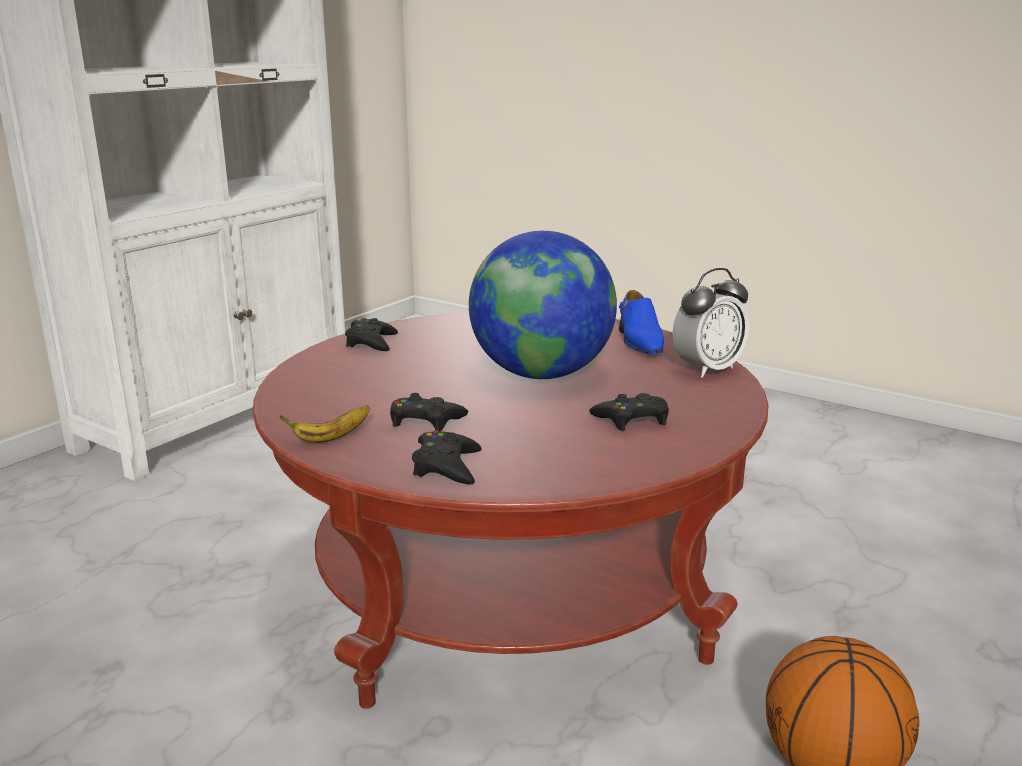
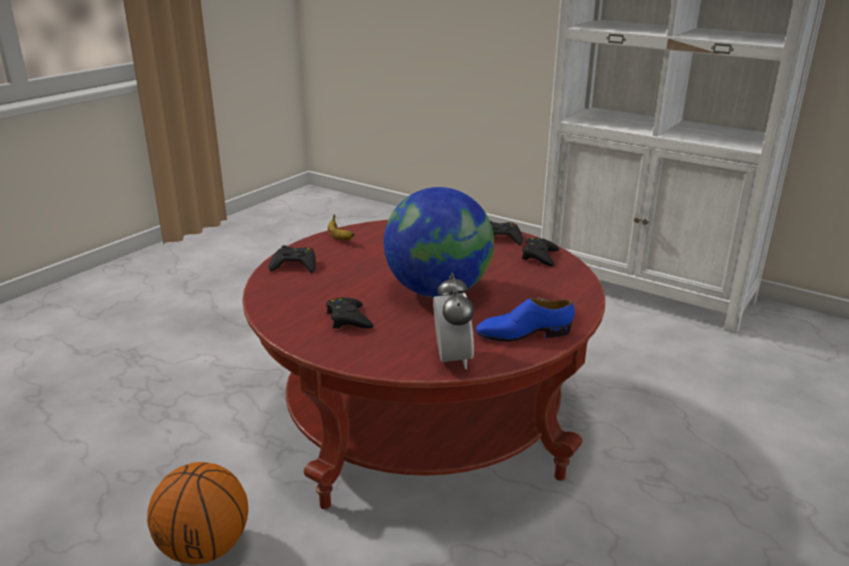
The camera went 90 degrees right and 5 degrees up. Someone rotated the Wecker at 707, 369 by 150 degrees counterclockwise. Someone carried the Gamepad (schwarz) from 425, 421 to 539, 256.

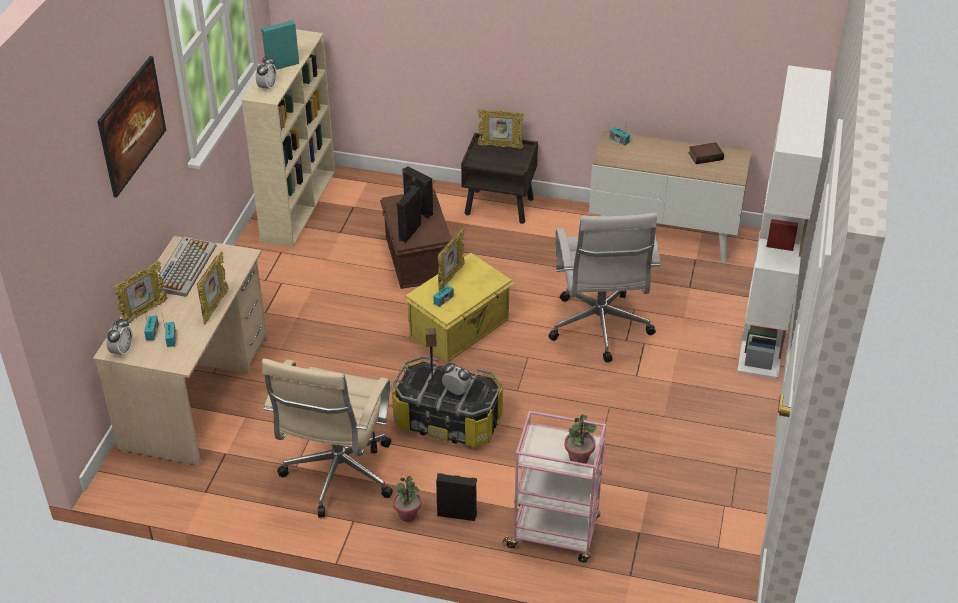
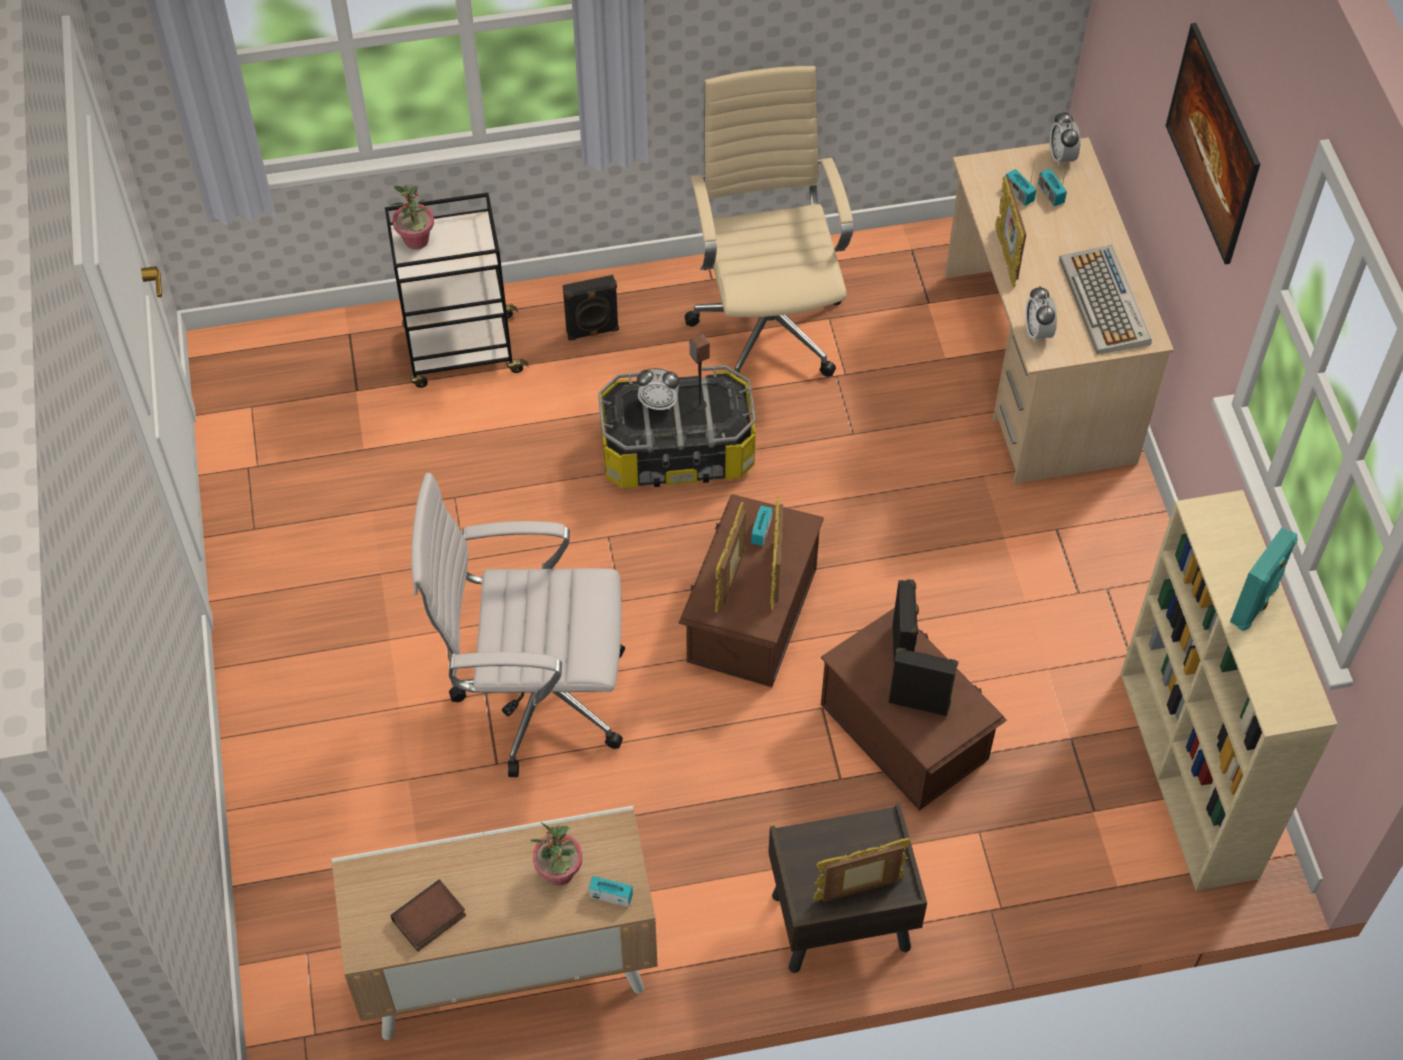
The camera went 155 degrees right and 15 degrees up. Someone repainted the Rollwagen (rosa) at 554, 533, which became the Rollwagen (schwarz) at 461, 351. Someone rotated the Bürostuhl (weiß) at 600, 329 by 60 degrees counterclockwise. Someone carried the Topfpflanze from 407, 515 to 559, 872. Someone repainted the Aufbewahrungsbox (gelb) at 461, 328, which became the Aufbewahrungsbox (braun) at 749, 615. Someone carried the Bilderrahmen from 144, 313 to 730, 580. Someone carried the Wecker from 267, 87 to 1038, 332. Someone took away the Bücherregal (weiß) at 764, 328.

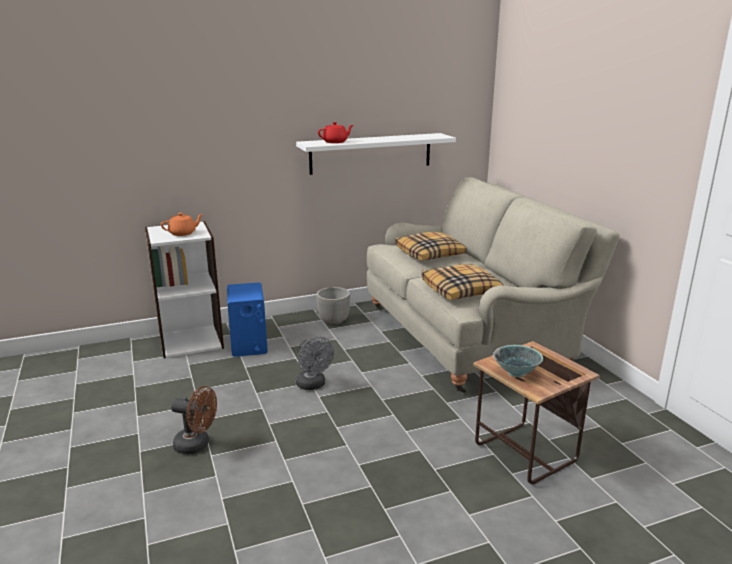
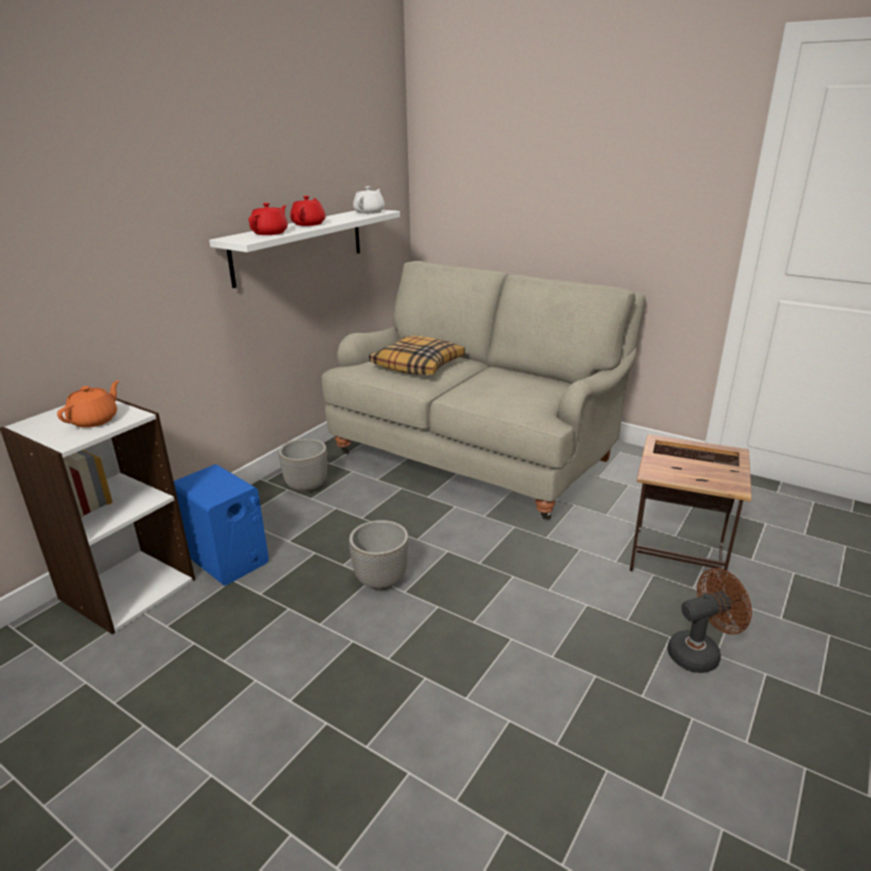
The camera went 35 degrees left and 5 degrees up. Someone put down the Teekanne (rot) at 309, 224. Someone swapped the Ventilator (grau) at 313, 385 for the Pflanzkübel at 381, 580. Someone put down the Teekanne (weiß) at 369, 212. Someone carried the Ventilator (braun) from 197, 445 to 700, 652. Someone took away the Kissen at 461, 290. Someone took away the Schüssel at 516, 373.

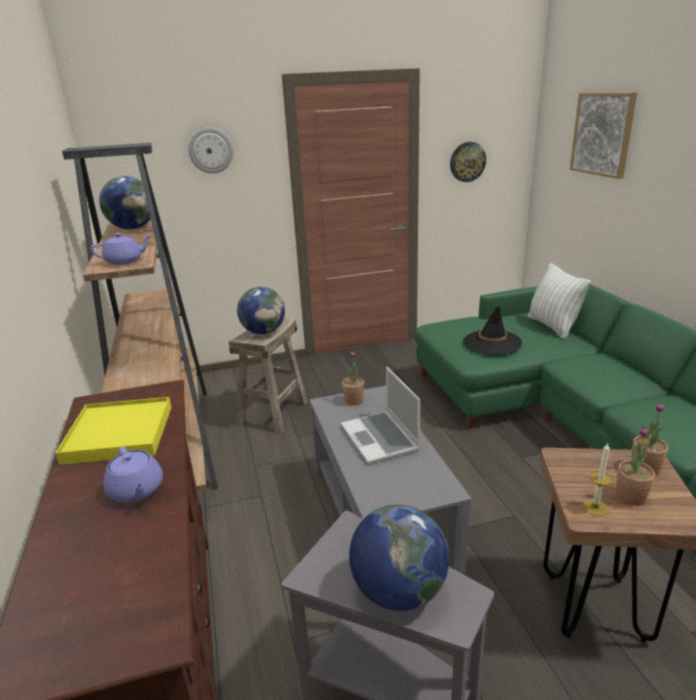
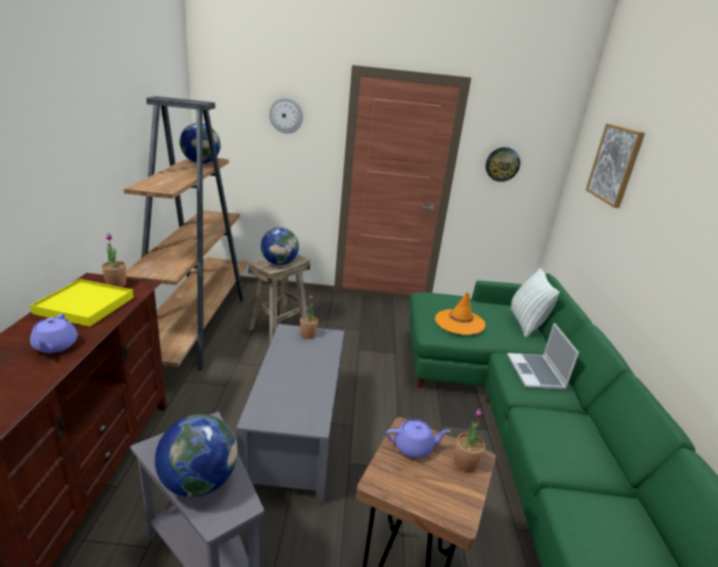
The camera went 15 degrees right and 0 degrees up. Someone carried the Topfpflanze from 630, 497 to 116, 284. Someone carried the Teekanne (lila) from 125, 261 to 414, 447. Someone repainted the Hut (schwarz) at 492, 343, which became the Hut (orange) at 459, 322. Someone carried the Laptop from 381, 439 to 536, 373. Someone took away the Kerze at 595, 507.

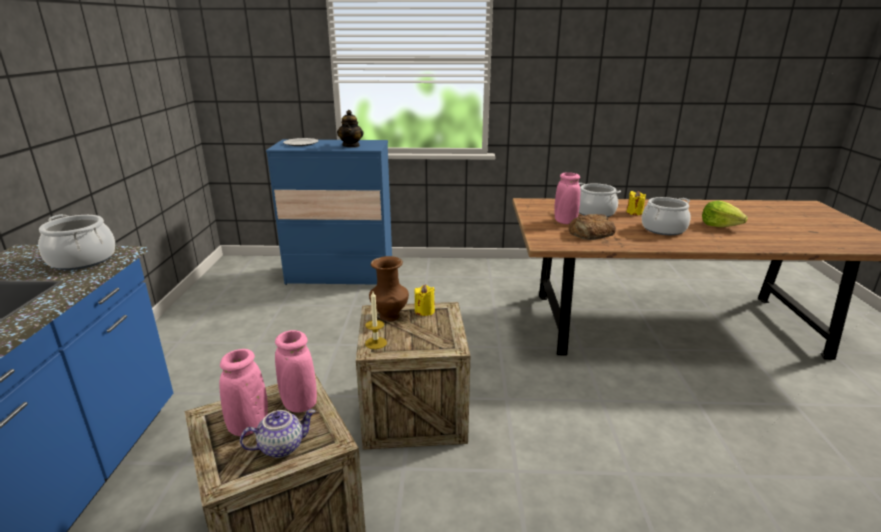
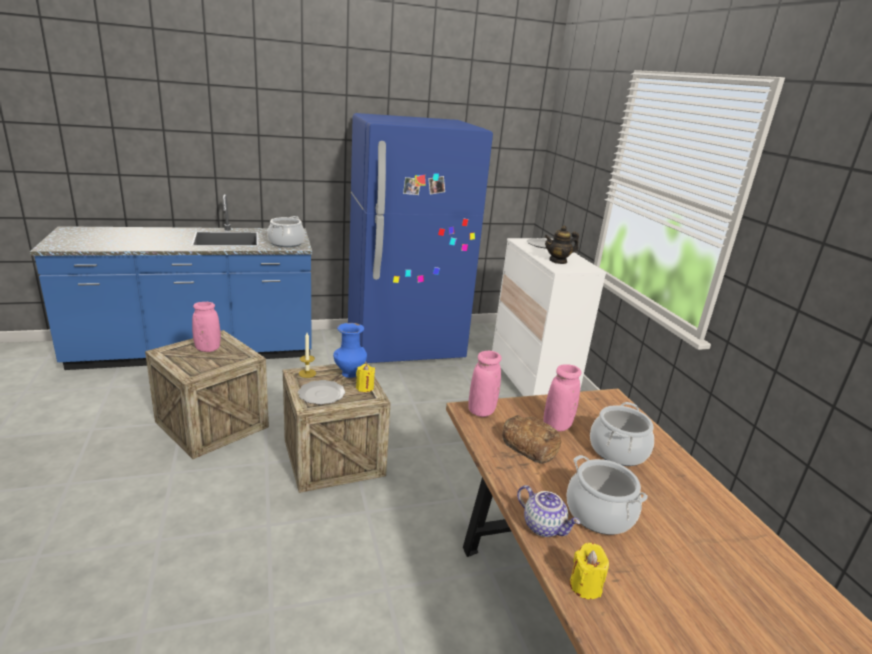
The camera went 70 degrees right and 0 degrees up. Someone put down the Teller at 322, 394. Someone repainted the Vase (braun) at 390, 317, which became the Vase (blau) at 349, 374. Someone put down the Kühlschrank (blau) at 404, 346. Someone carried the Vase (rosa) from 299, 404 to 481, 411. Someone repainted the Kommode (blau) at 340, 275, which became the Kommode (weiß) at 531, 380. Someone carried the Teekanne from 282, 446 to 544, 526. Someone carried the Kerze (gelb) from 634, 213 to 585, 586. Someone took away the Salatkopf at 720, 225.

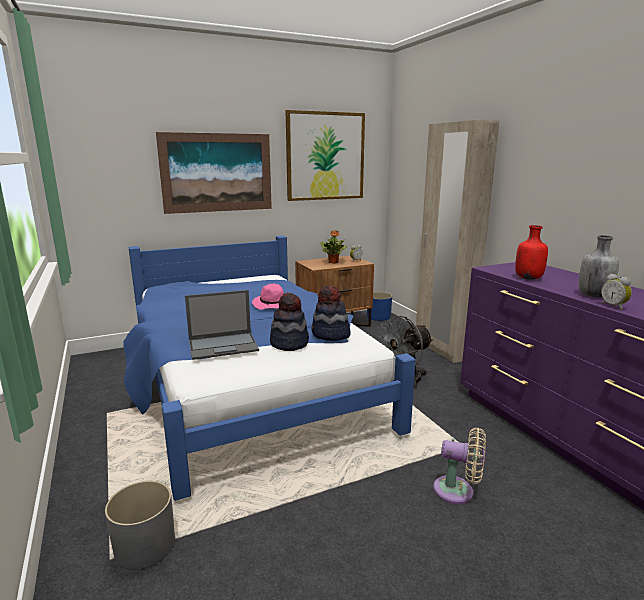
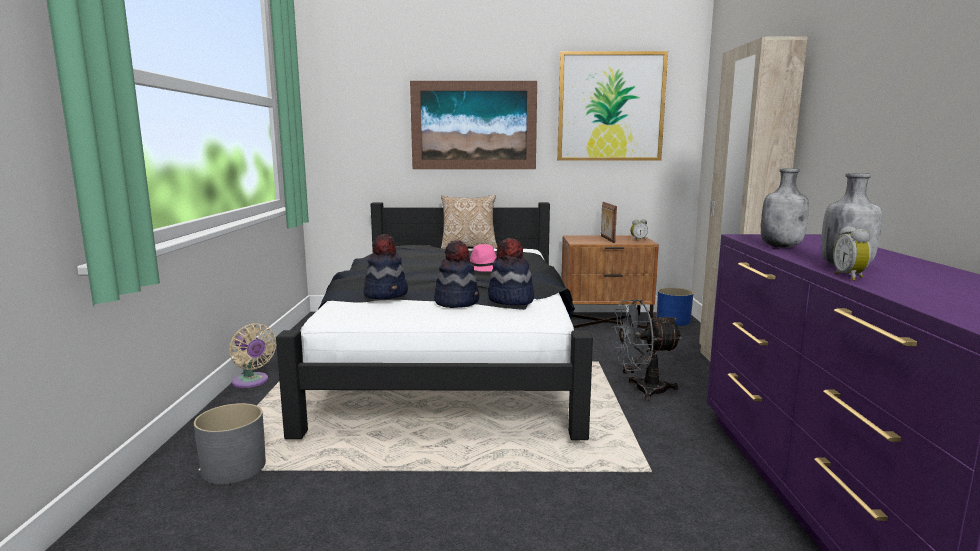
The camera went 25 degrees right and 5 degrees down. Someone carried the Ventilator (beige) from 458, 491 to 252, 382. Someone repainted the Bett (blau) at 248, 384, which became the Bett (schwarz) at 451, 361. Someone swapped the Laptop at 224, 345 for the Hut at 386, 294. Someone put down the Kissen at 469, 247. Someone swapped the Topfpflanze at 333, 262 for the Bilderrahmen at 607, 239. Someone repainted the Flasche (rot) at 528, 278, which became the Flasche (grau) at 781, 247.

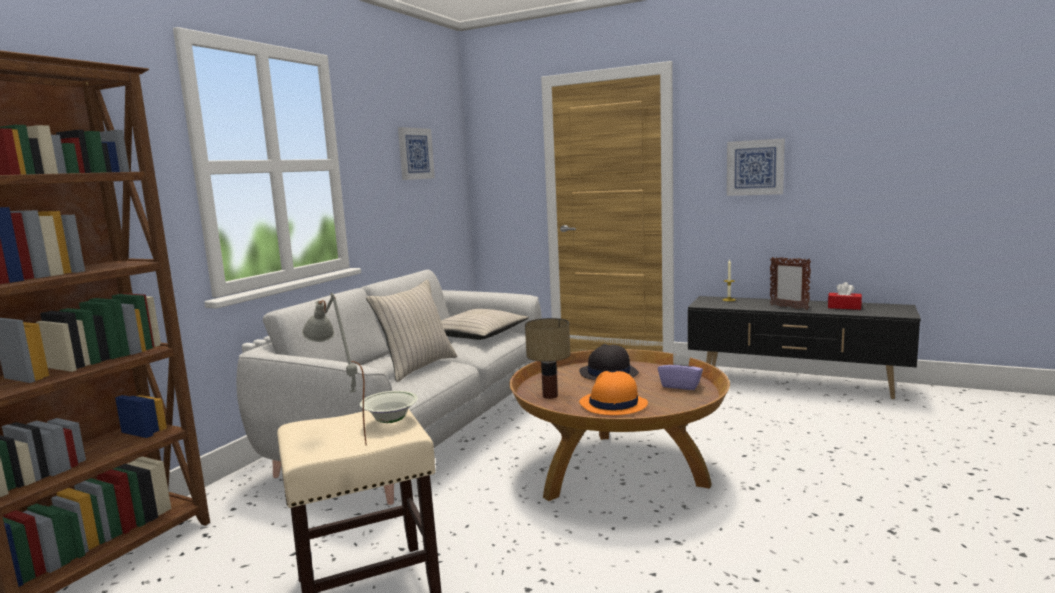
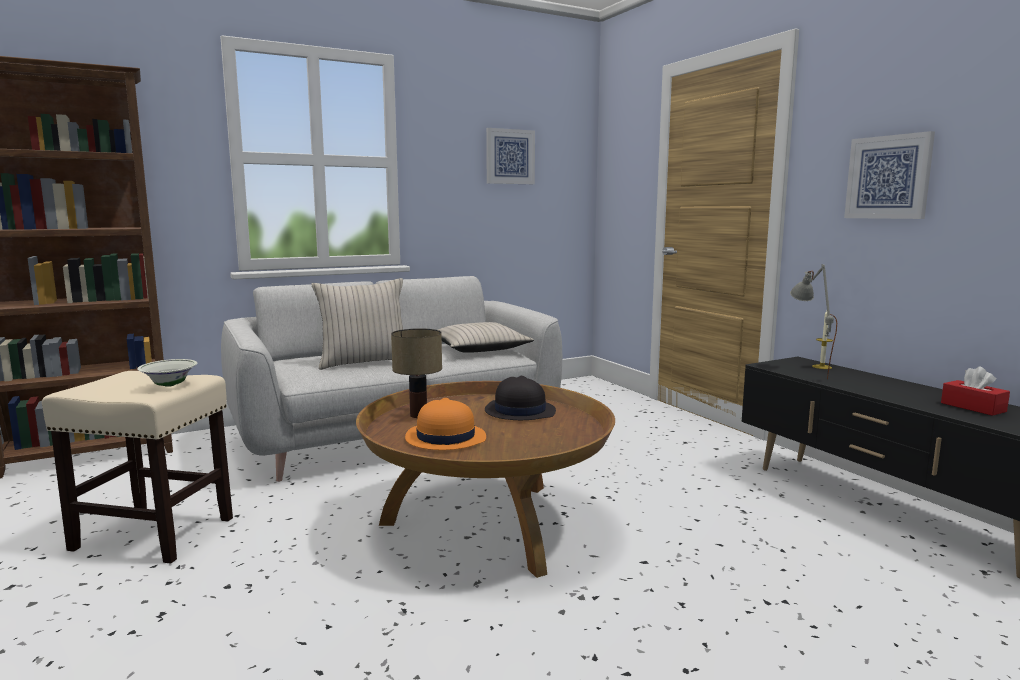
The camera went 35 degrees right and 0 degrees up. Someone carried the Tischlampe (grau) from 341, 438 to 806, 373. Someone took away the Taschentuchbox (lila) at 680, 386. Someone took away the Bilderrahmen at 788, 307.

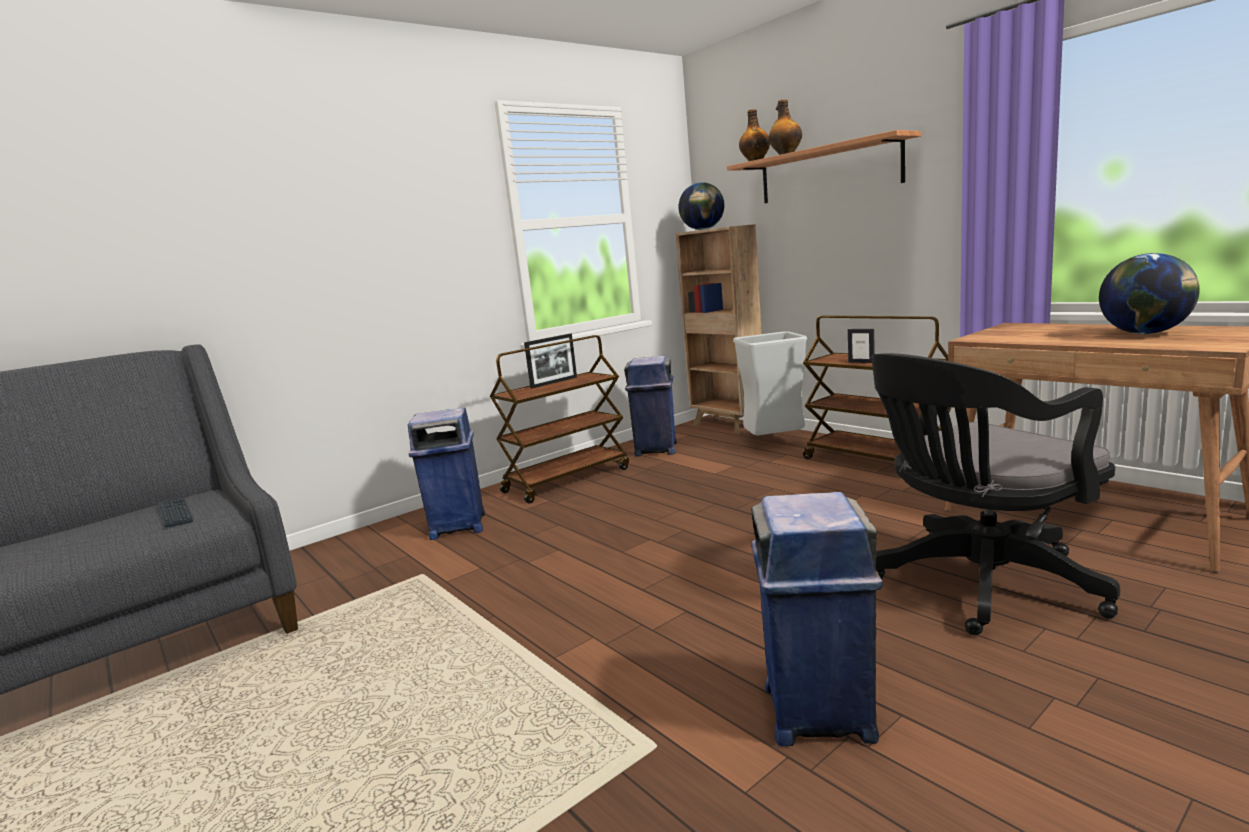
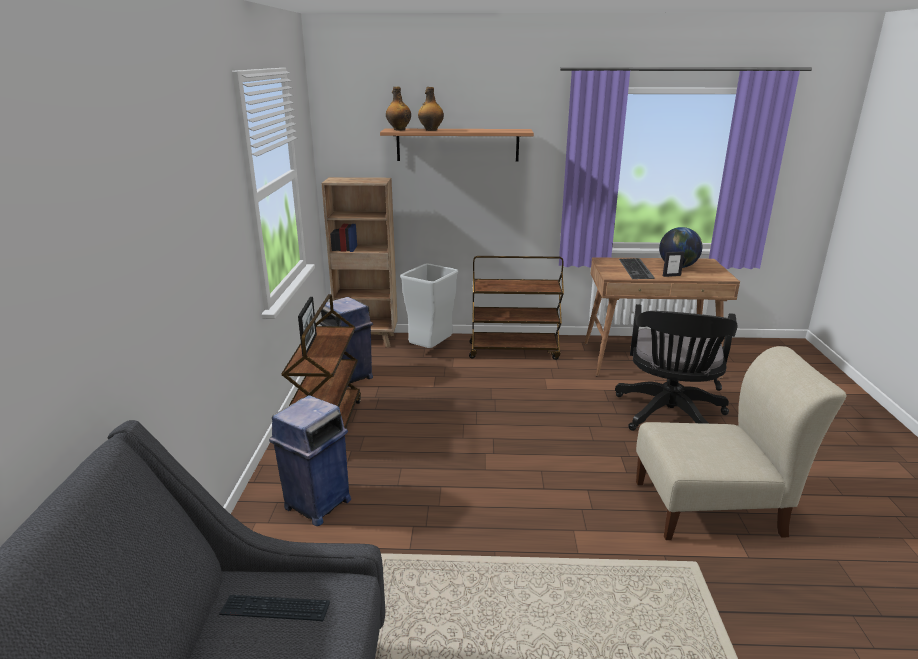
The camera went 50 degrees left and 10 degrees up. Someone put down the Tastatur at 637, 269. Someone swapped the Mülleimer (blau) at 818, 711 for the Stuhl (beige) at 714, 508. Someone carried the Bilderrahmen from 861, 362 to 671, 275. Someone took away the Globus at 703, 229.

